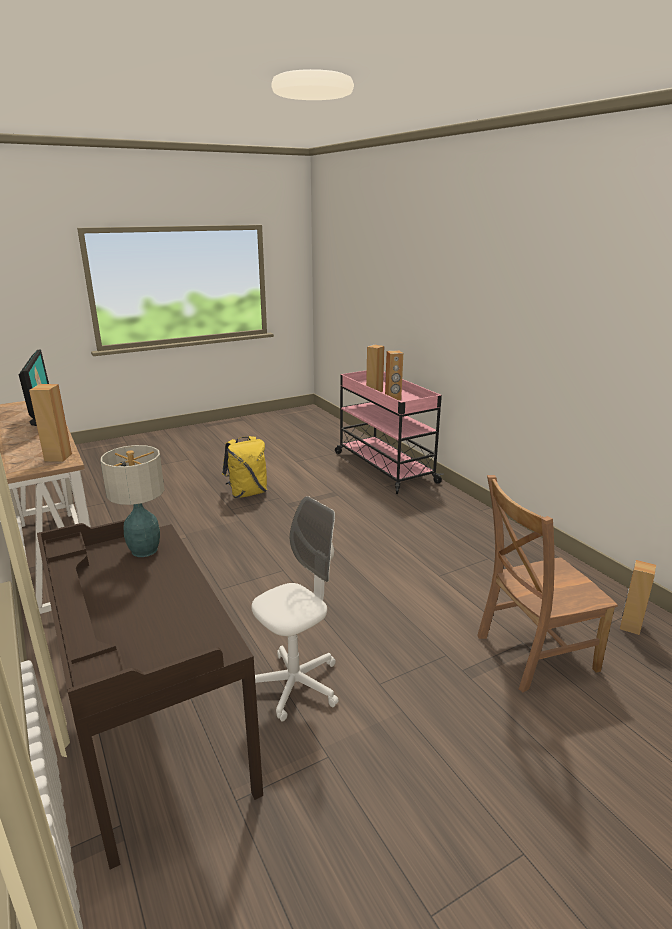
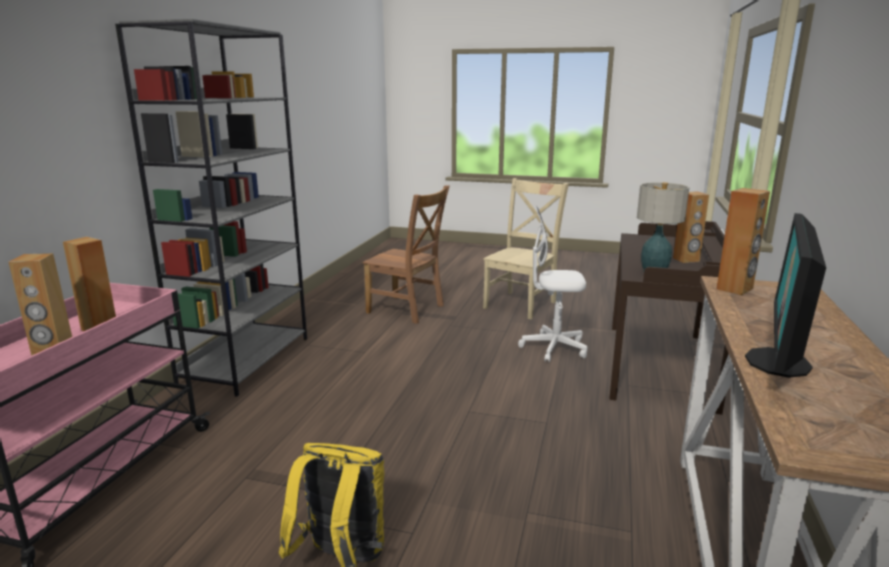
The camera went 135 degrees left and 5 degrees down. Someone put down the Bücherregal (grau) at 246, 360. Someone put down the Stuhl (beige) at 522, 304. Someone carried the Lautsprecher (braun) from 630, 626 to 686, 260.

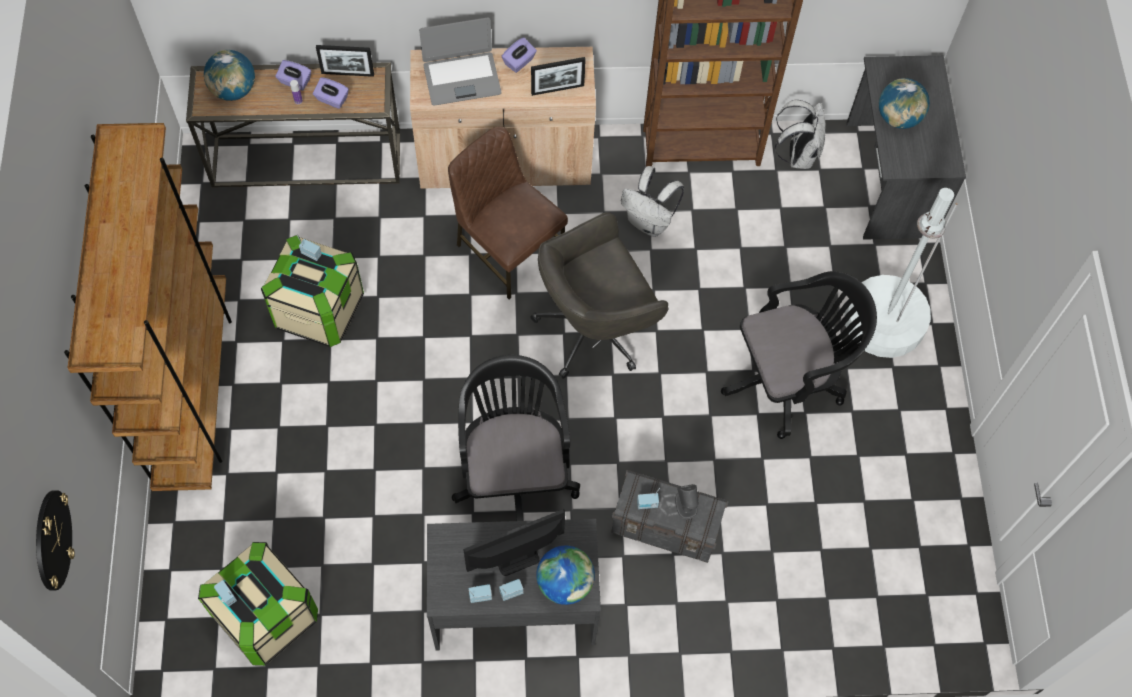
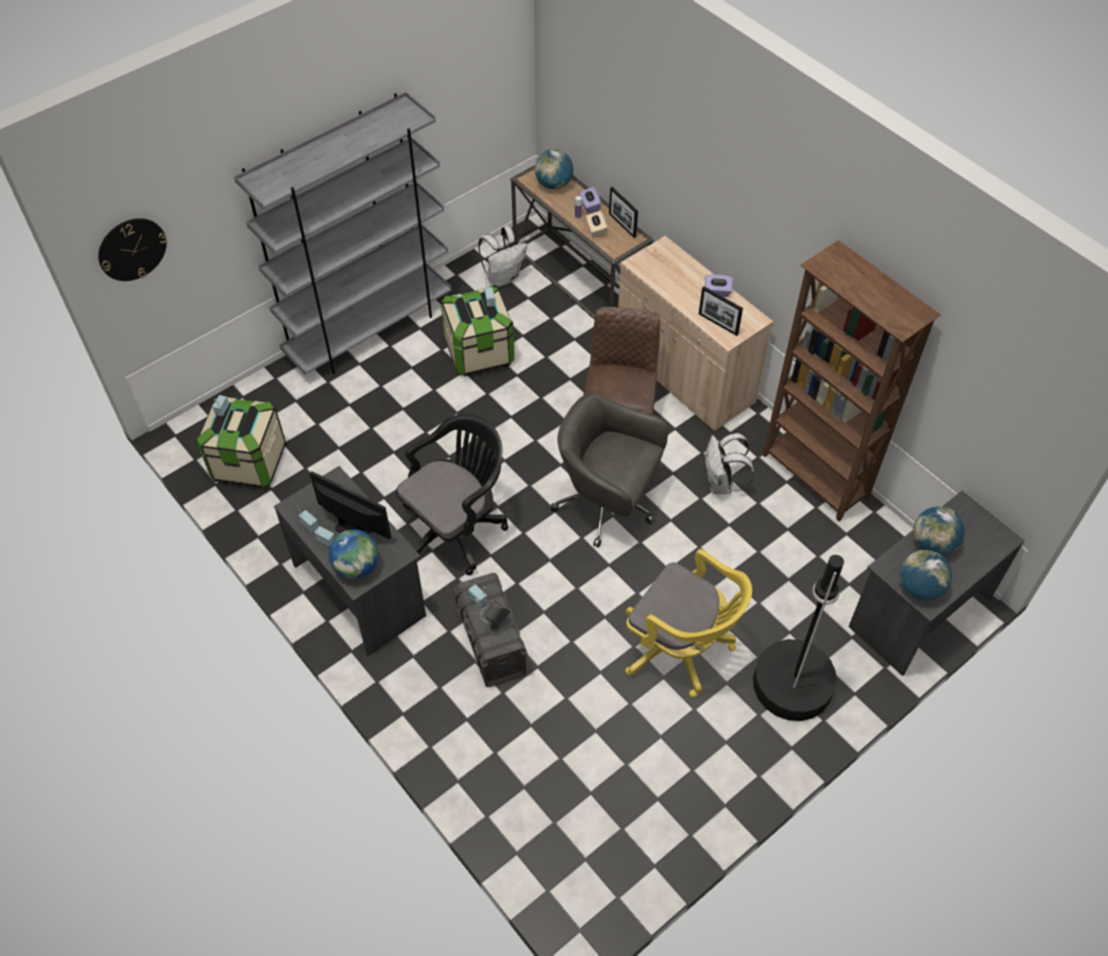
The camera went 55 degrees right and 10 degrees down. Someone repainted the Bücherregal (braun) at 194, 390, which became the Bücherregal (grau) at 370, 330. Someone carried the Rucksack (weiß) from 798, 154 to 503, 277. Someone repainted the Taschentuchbox (lila) at 332, 99, which became the Taschentuchbox (beige) at 596, 230. Someone repainted the Bürostuhl (schwarz) at 788, 379, which became the Bürostuhl (gelb) at 680, 649. Someone repainted the Stehlampe (weiß) at 884, 321, which became the Stehlampe (schwarz) at 792, 684. Someone put down the Globus at 919, 588. Someone took away the Laptop at 462, 78.

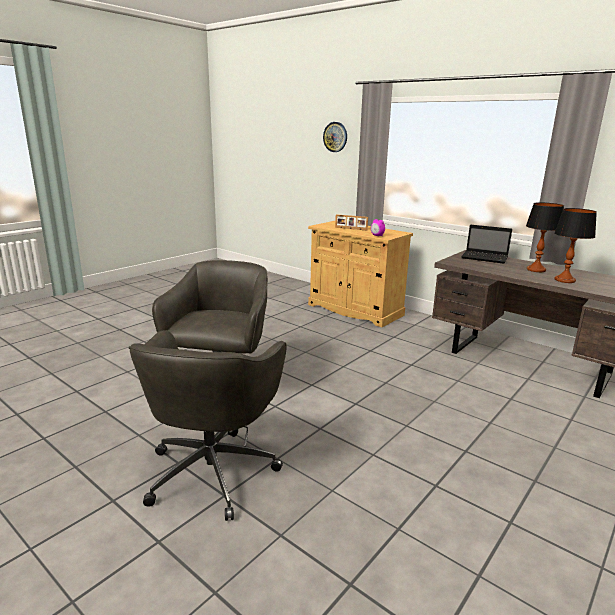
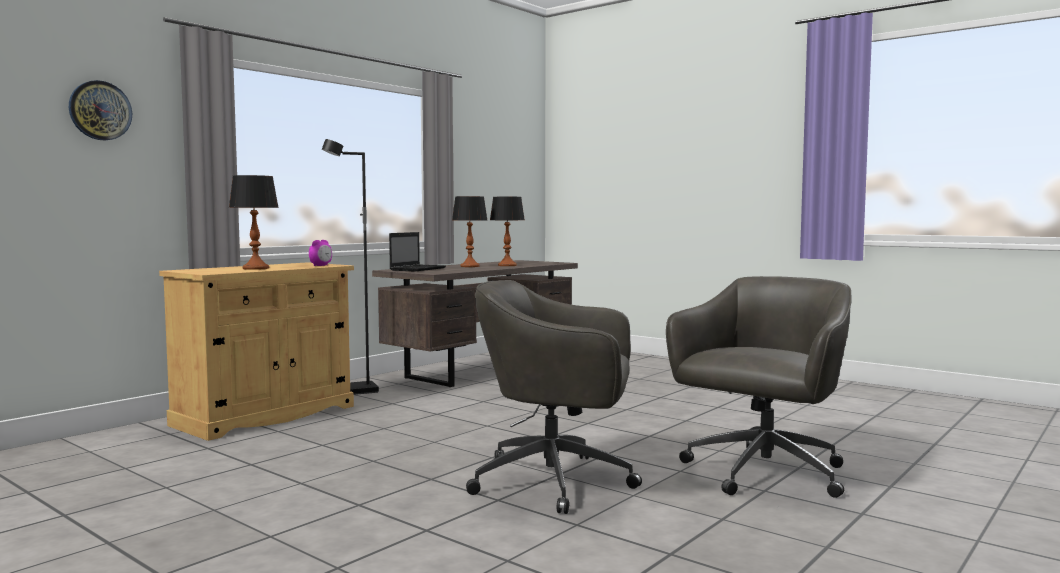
The camera went 90 degrees left and 15 degrees down. Someone swapped the Bilderrahmen at 351, 229 for the Tischlampe at 255, 268. Someone put down the Stehlampe (schwarz) at 354, 391. Someone rotated the Bürostuhl (grau) at 213, 469 by 60 degrees counterclockwise.

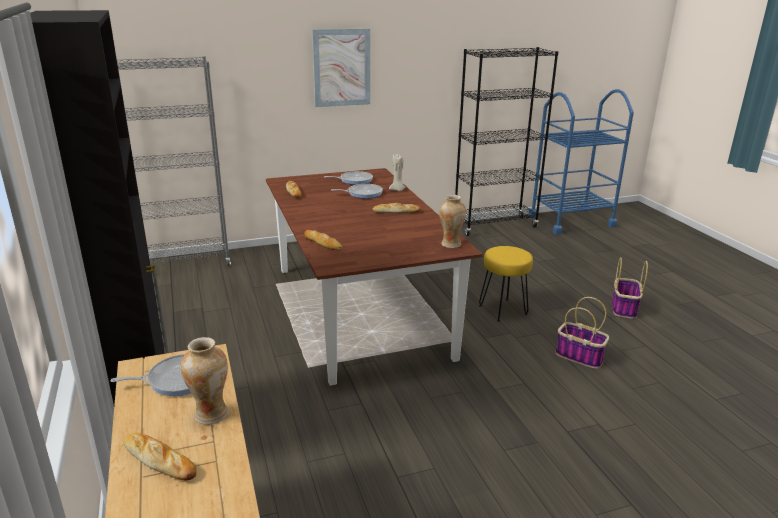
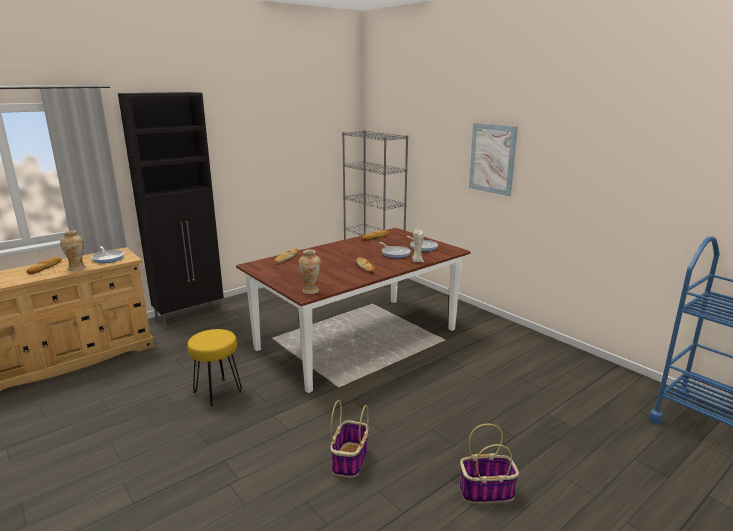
The camera went 70 degrees right and 5 degrees down. Someone carried the Hocker (gelb) from 502, 310 to 217, 392. Someone took away the Bücherregal (schwarz) at 494, 226.

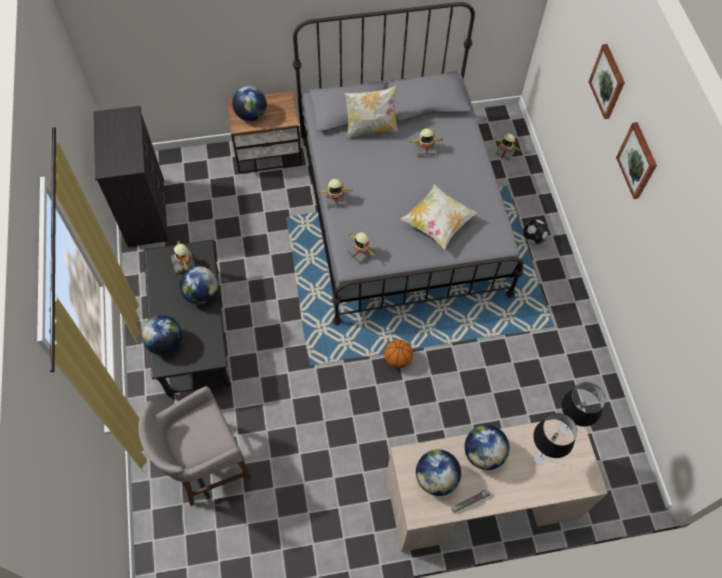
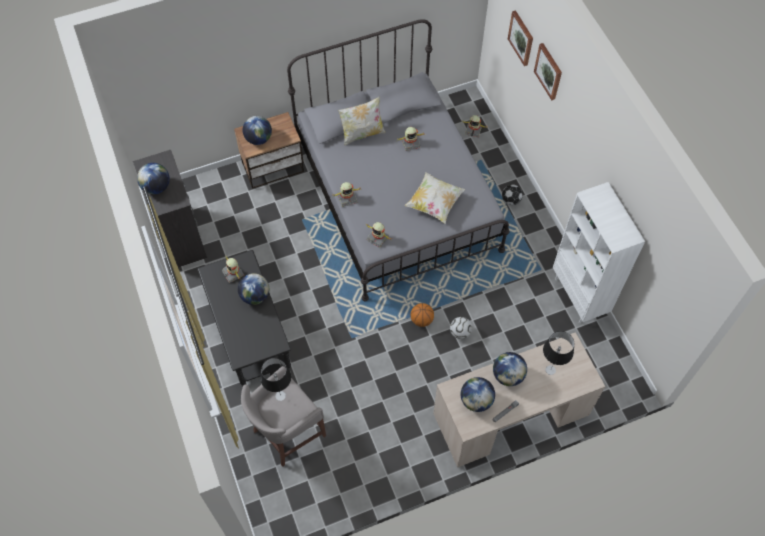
The camera went 10 degrees left and 0 degrees up. Someone carried the Globus from 165, 343 to 156, 187. Someone carried the Tischlampe from 565, 428 to 280, 395. Someone put down the Fußball at 460, 332. Someone carried the Bild from 638, 160 to 521, 38. Someone put down the Bücherregal (weiß) at 579, 297.

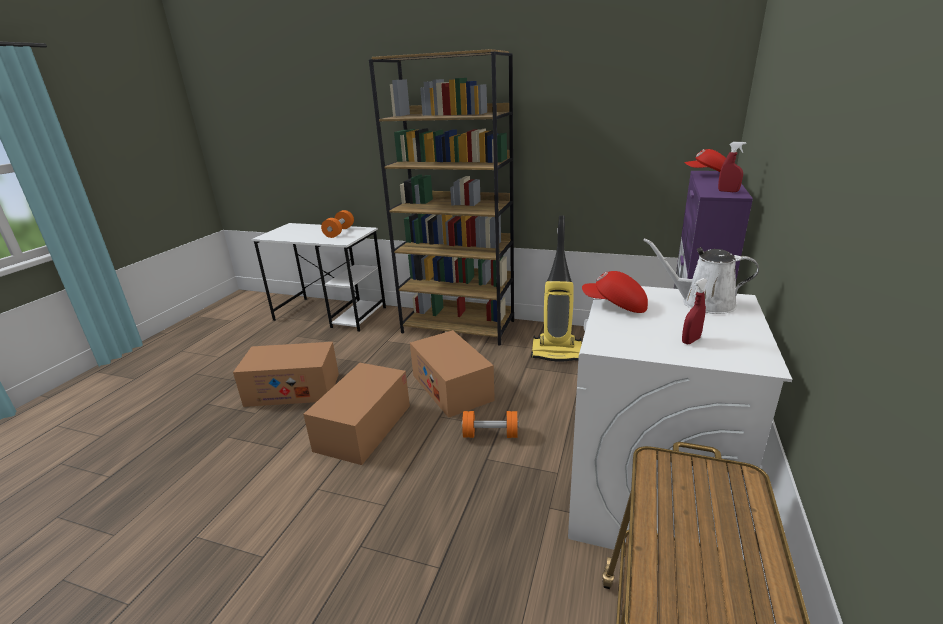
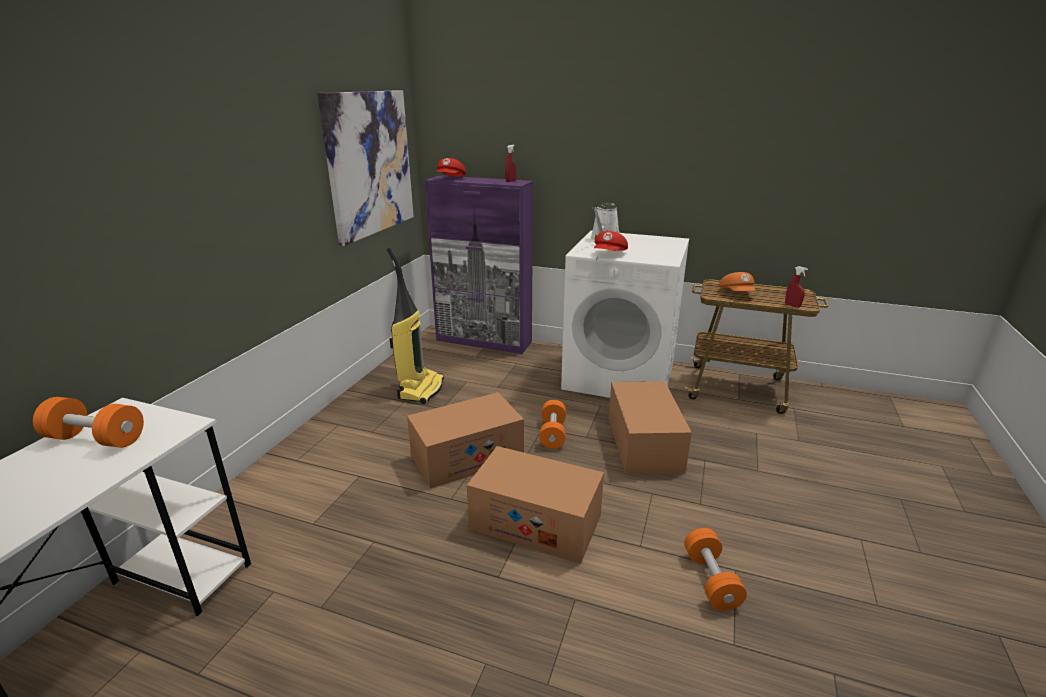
The camera went 90 degrees left and 0 degrees up. Someone put up the Bild at 370, 164. Someone carried the Karton from 293, 389 to 644, 444. Someone put down the Hantel (orange) at 711, 580. Someone put down the Kappe (orange) at 737, 293. Someone carried the Sprühflasche (rot) from 690, 340 to 792, 305. Someone took away the Bücherregal (braun) at 459, 327.

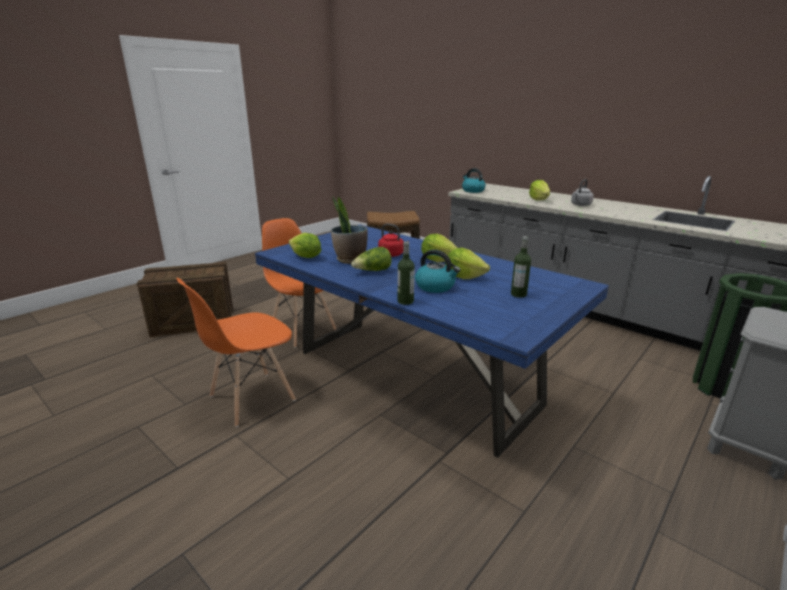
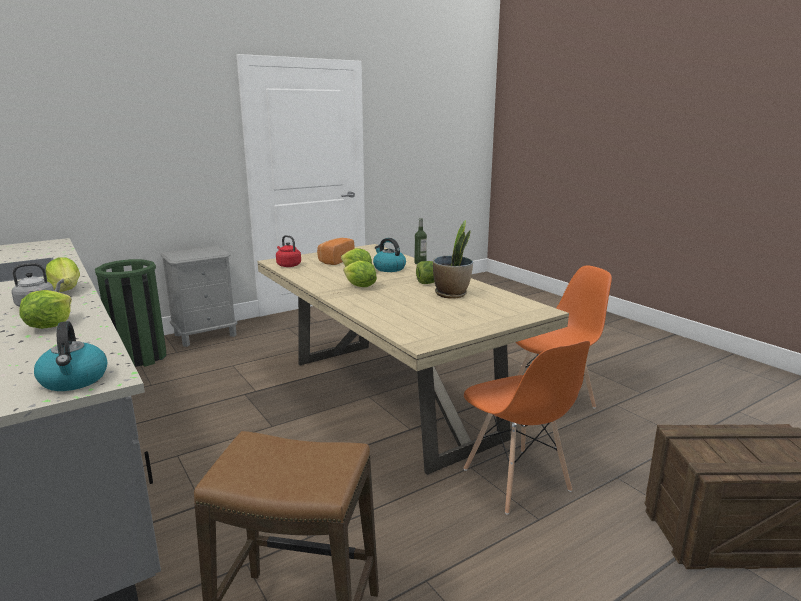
The camera went 165 degrees left and 5 degrees down. Someone carried the Salatkopf from 306, 257 to 66, 289. Someone repainted the Esstisch (blau) at 412, 377, which became the Esstisch (beige) at 391, 398. Someone carried the Wasserkessel (rot) from 392, 255 to 288, 265. Someone swapped the Flasche at 518, 294 for the Brot at 335, 260.

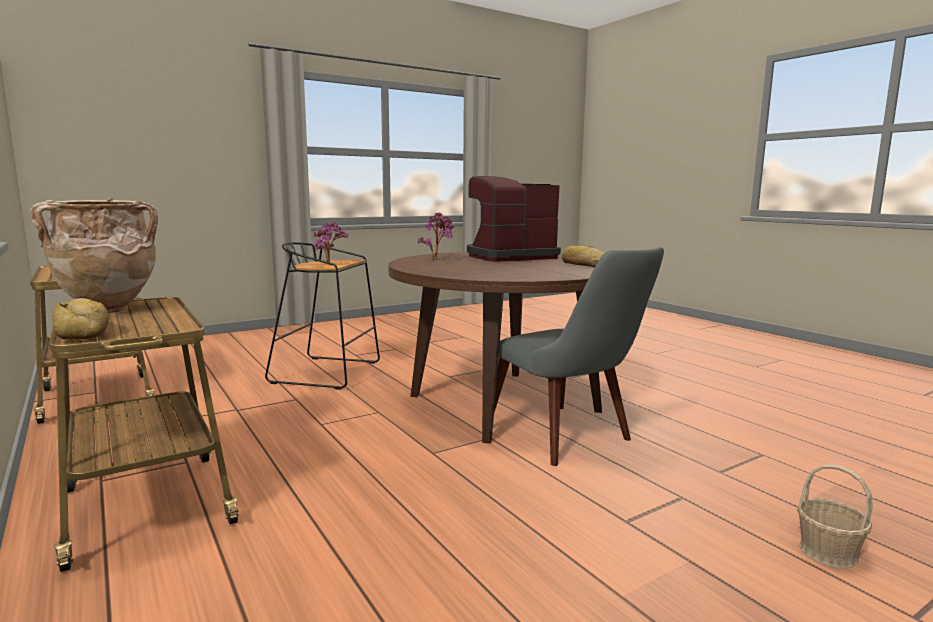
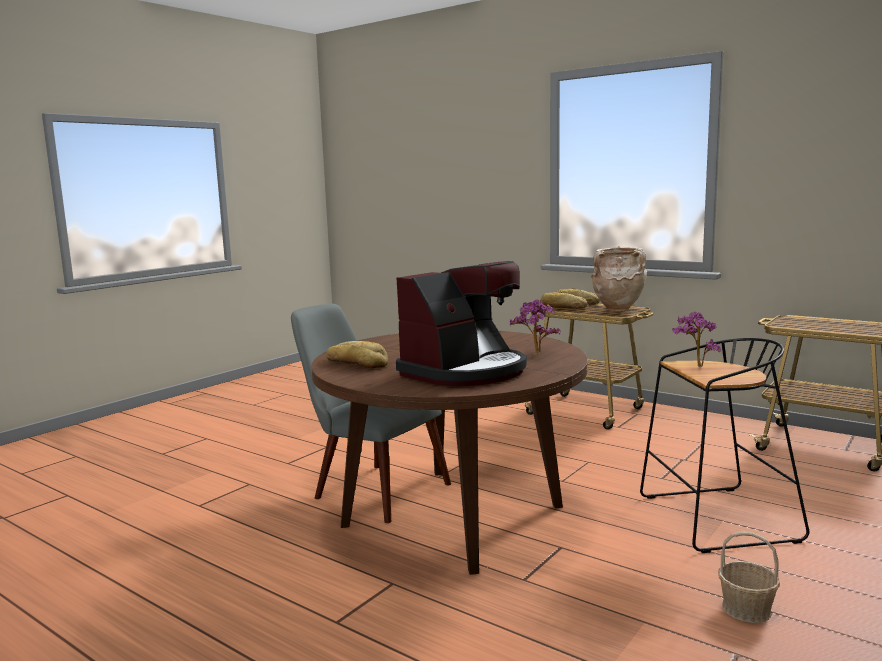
The camera went 160 degrees right and 0 degrees up. Someone put down the Brot at 562, 307. Someone carried the Korb from 828, 551 to 746, 609.

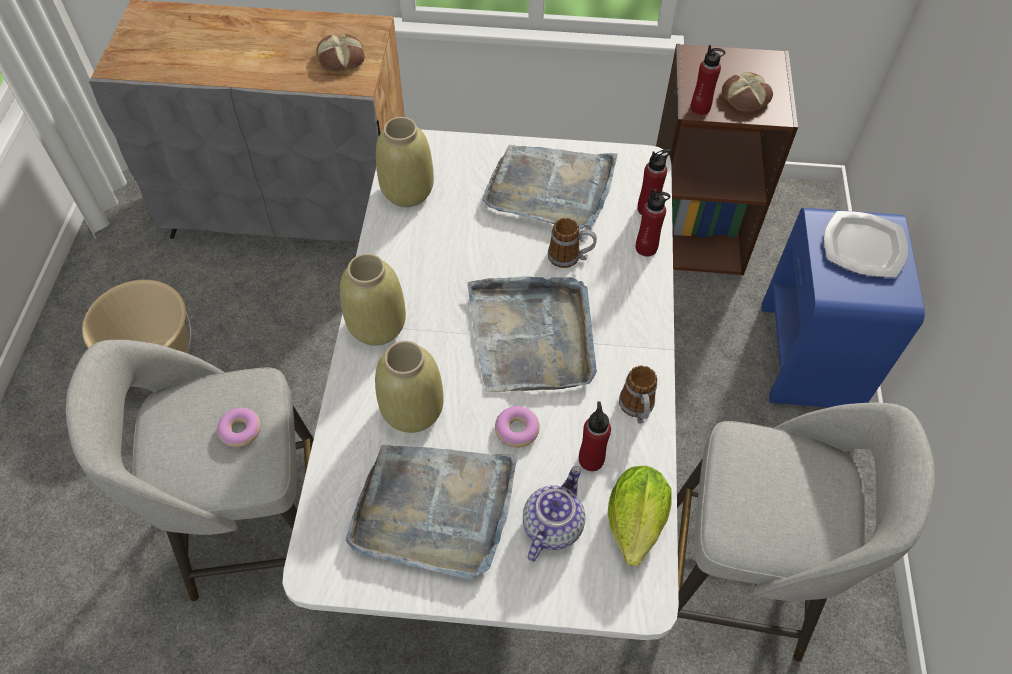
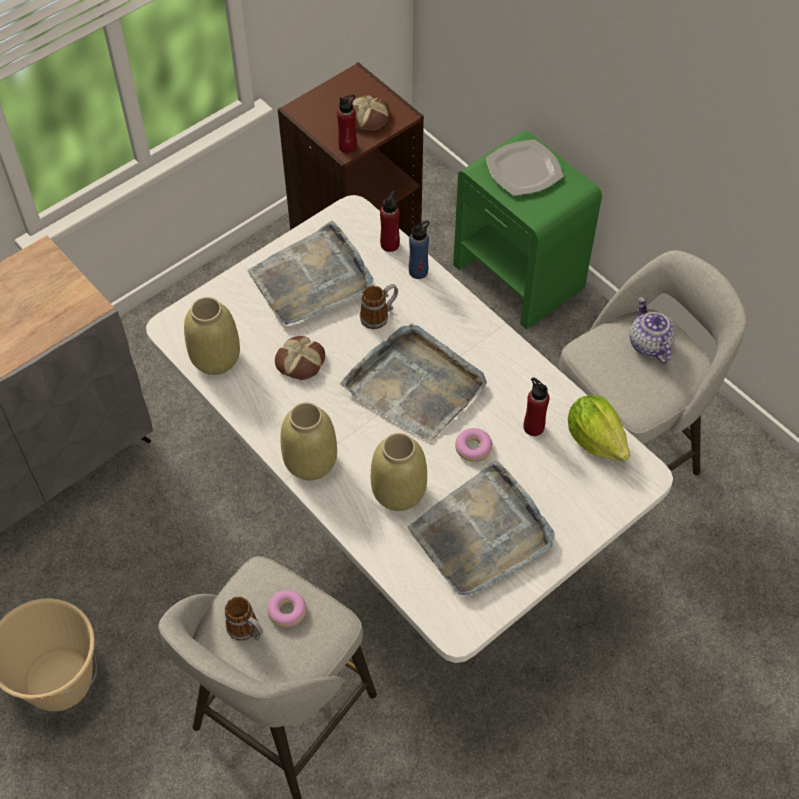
The camera went 45 degrees left and 0 degrees up. Someone carried the Henkelbecher from 637, 409 to 247, 630. Someone carried the Brot from 341, 59 to 301, 362. Someone repainted the Flasche (rot) at 646, 248, which became the Flasche (blau) at 418, 271. Someone repainted the Nachttisch (blau) at 810, 356, which became the Nachttisch (grün) at 519, 276. Someone carried the Teekanne from 552, 525 to 648, 344.

